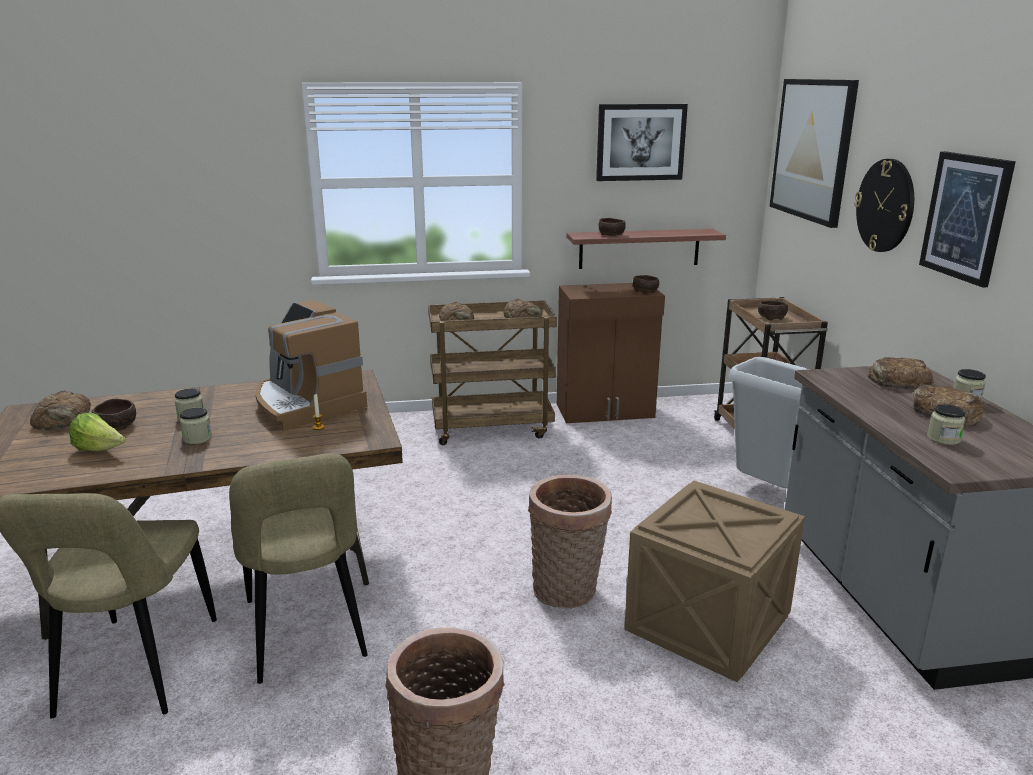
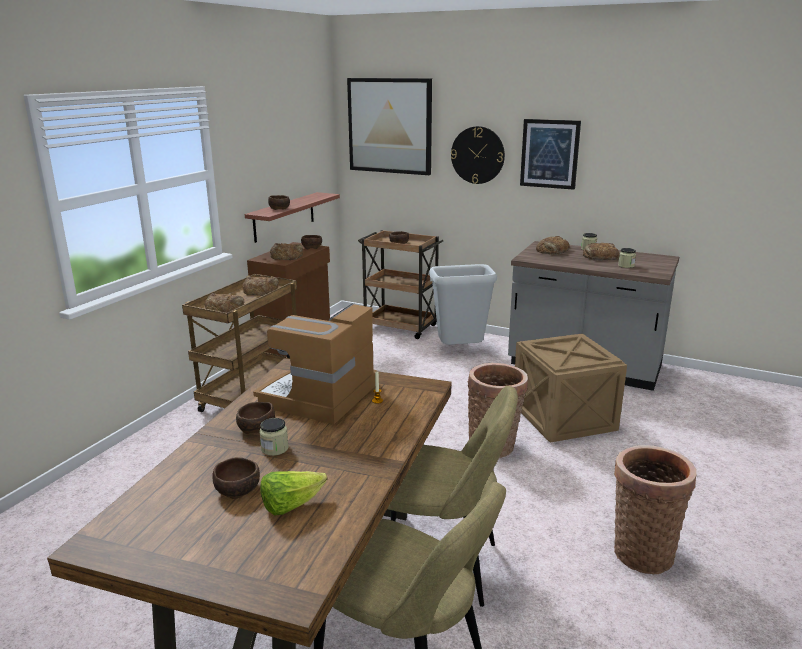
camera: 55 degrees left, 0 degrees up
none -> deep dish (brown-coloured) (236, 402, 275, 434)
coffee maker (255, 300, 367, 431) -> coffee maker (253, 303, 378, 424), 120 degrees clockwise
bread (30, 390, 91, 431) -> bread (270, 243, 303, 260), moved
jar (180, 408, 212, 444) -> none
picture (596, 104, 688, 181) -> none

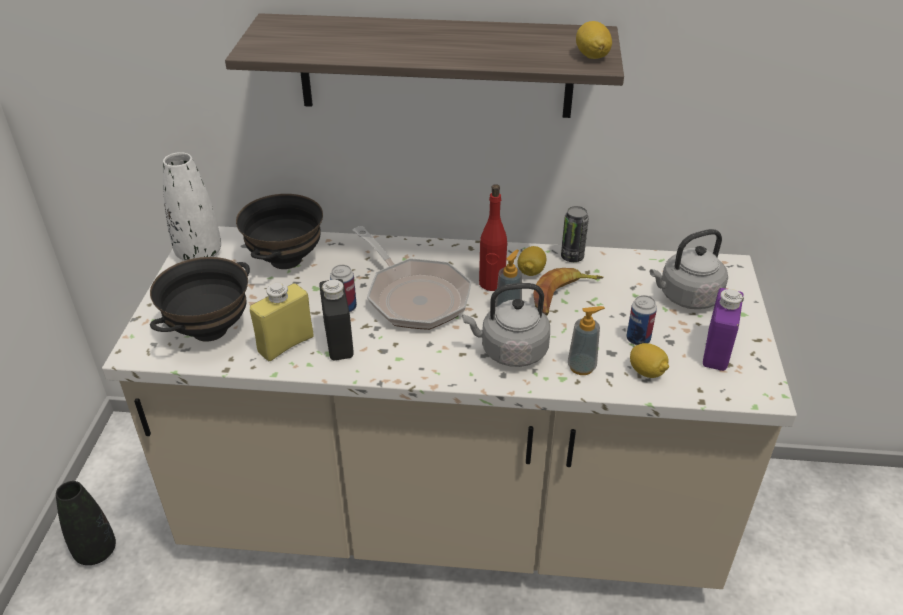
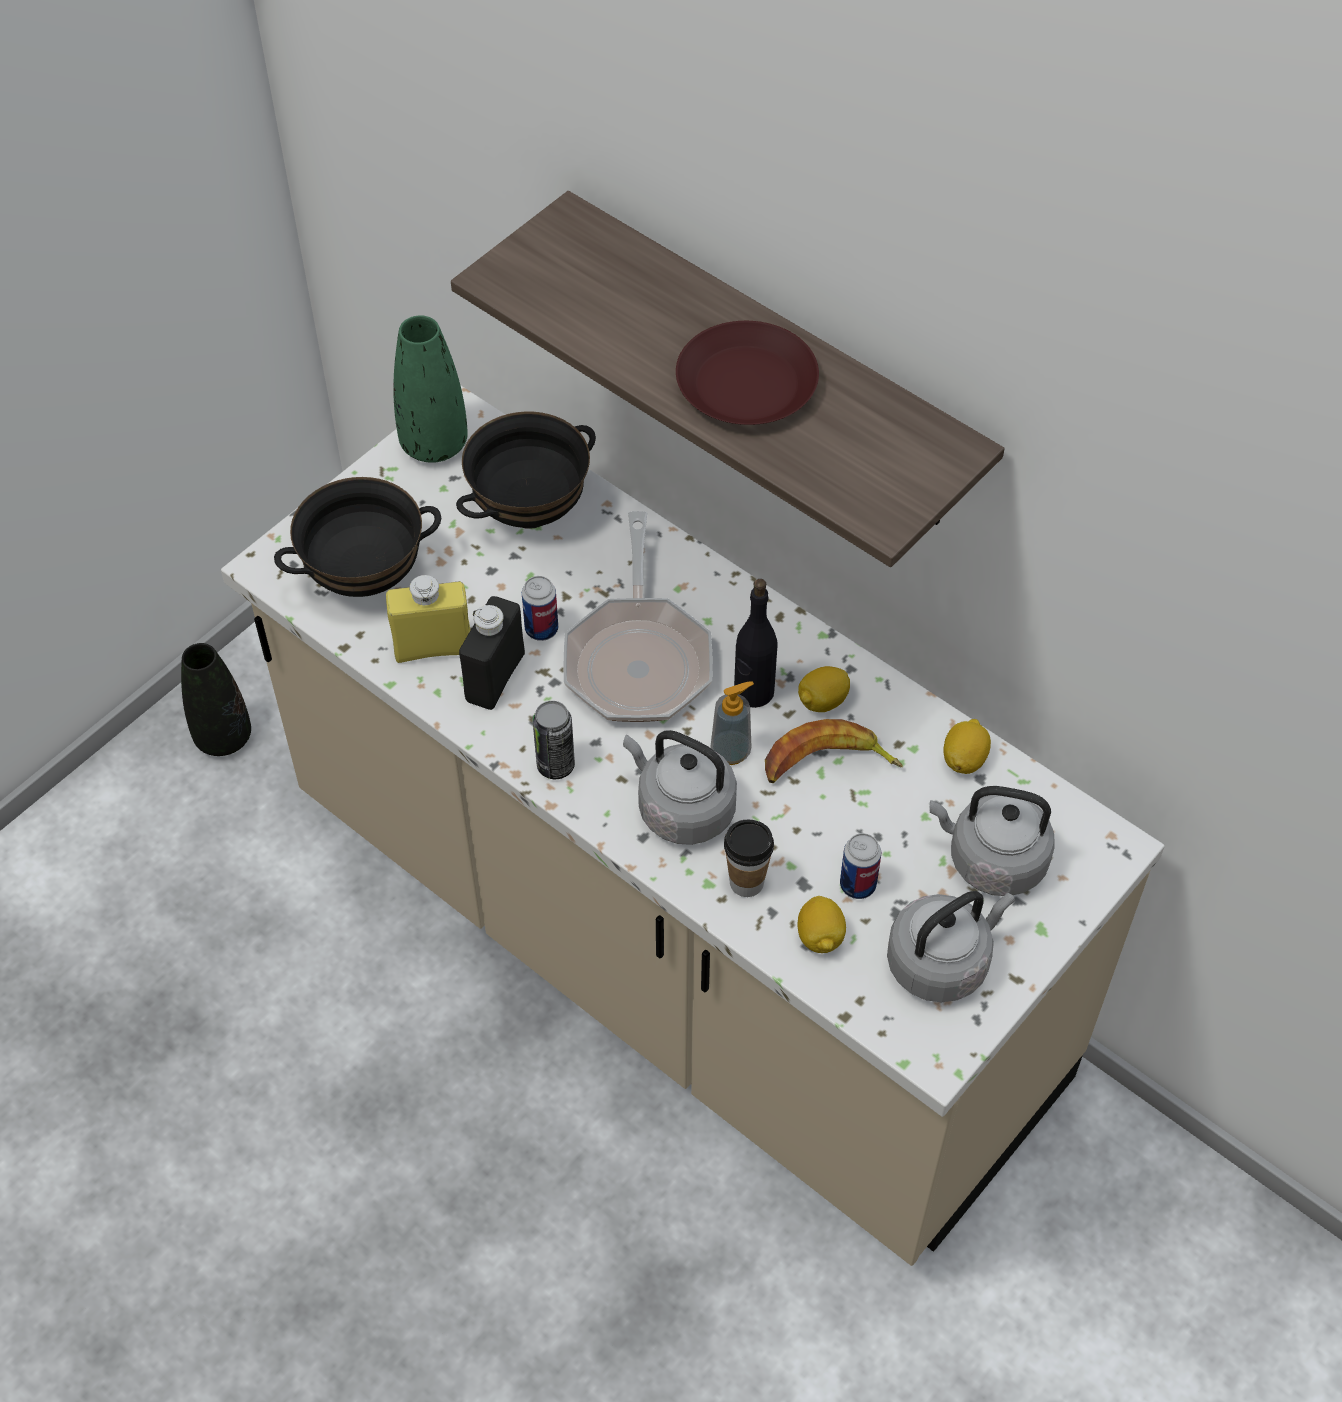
camera: 35 degrees right, 15 degrees up
vase (white) (163, 152, 221, 261) -> vase (green) (393, 315, 468, 463)
metal can (561, 206, 589, 262) -> metal can (533, 701, 575, 779), moved
none -> dinner plate (brown-coloured) (676, 321, 819, 425)
soap bottle (568, 306, 605, 375) -> small cup (724, 820, 774, 897)
beverage bottle (reddish) (479, 184, 507, 291) -> beverage bottle (black-coloured) (734, 579, 778, 708)
beverage bottle (purple) (703, 288, 744, 371) -> water kettle (greyish) (887, 891, 1015, 1002)
lemon (576, 21, 612, 59) -> lemon (943, 719, 991, 774), moved

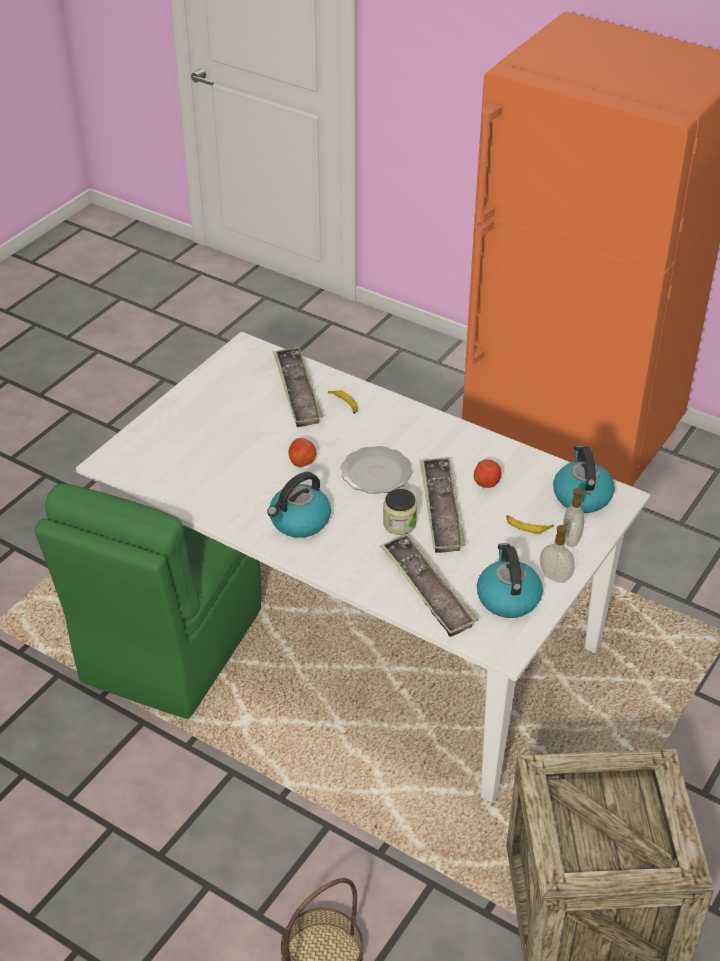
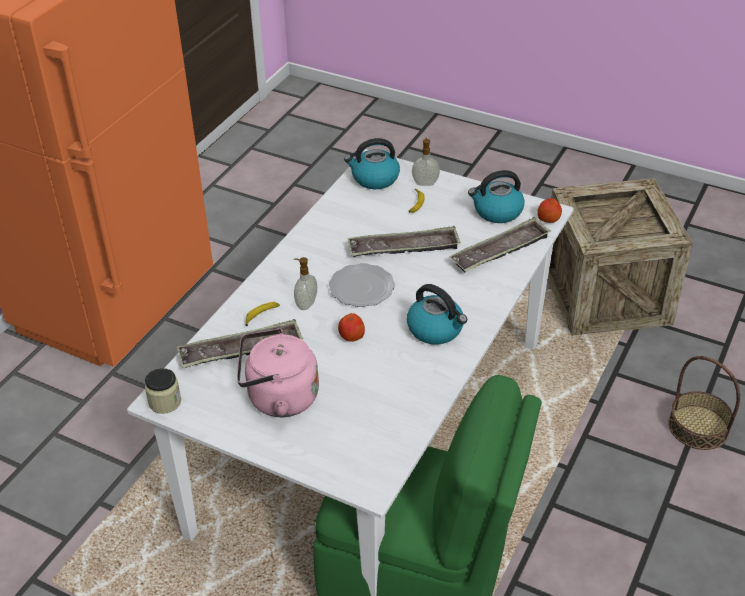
camera: 95 degrees left, 0 degrees up
jar (383, 489, 417, 535) -> jar (145, 368, 181, 414), moved
none -> water kettle (pinkish) (237, 328, 319, 417)
soap bottle (540, 523, 575, 583) -> soap bottle (294, 257, 317, 310), moved
apple (474, 459, 502, 488) -> apple (537, 198, 562, 223), moved

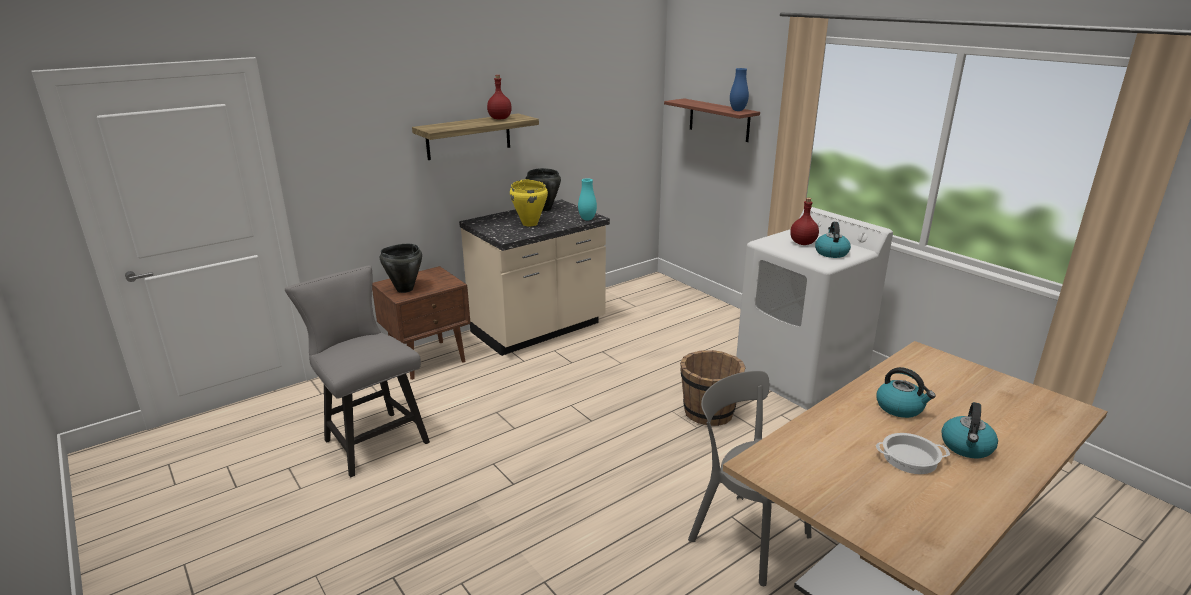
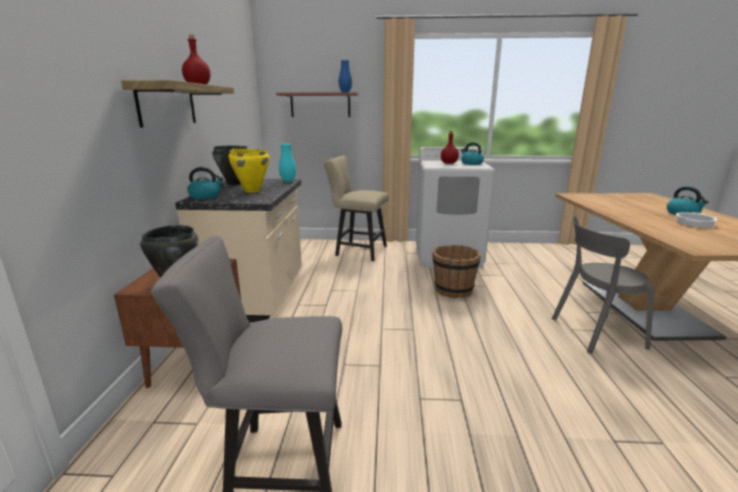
camera: 50 degrees left, 5 degrees down
water kettle (877, 367, 935, 418) -> water kettle (187, 167, 224, 199), moved
none -> upright chair (beige) (324, 155, 389, 261)

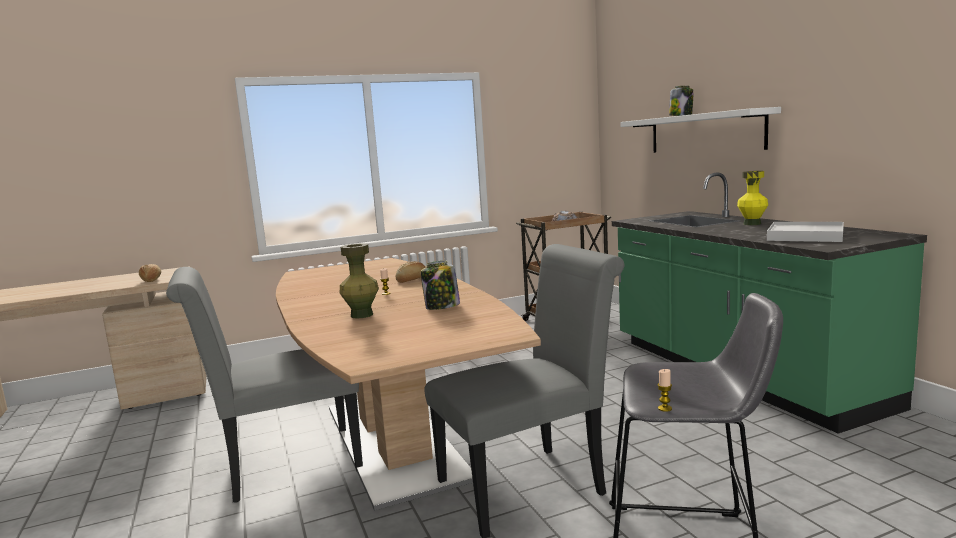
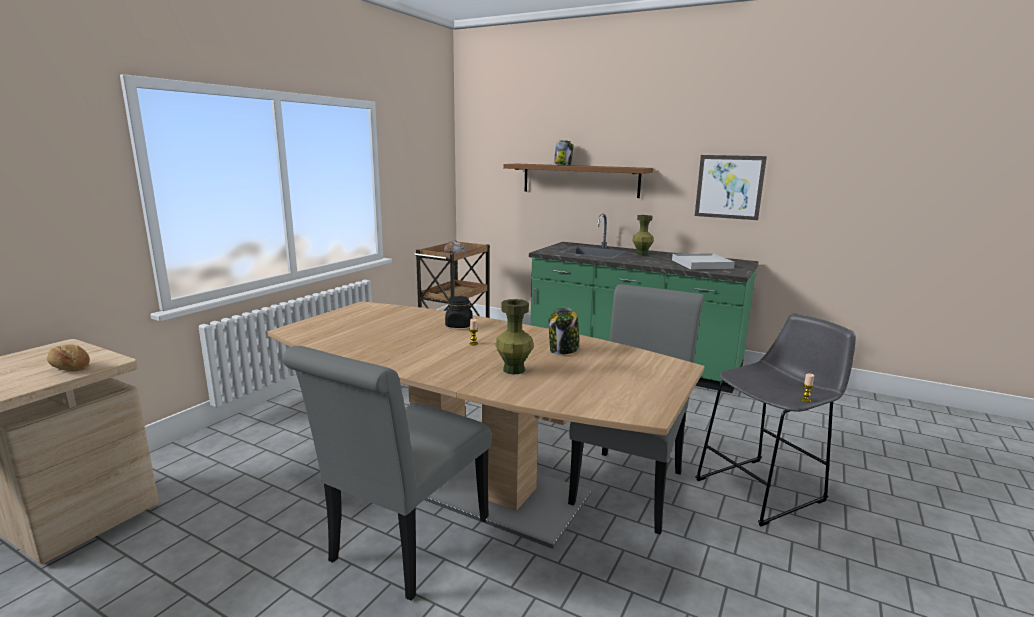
camera: 40 degrees left, 5 degrees up
bread (396, 261, 426, 283) -> jar (black-coloured) (445, 296, 473, 328)
wall shelf (white) (620, 107, 781, 153) -> wall shelf (brown-coloured) (503, 164, 653, 198)
vase (yellowish) (737, 171, 768, 225) -> vase (green) (632, 215, 654, 255)
none -> picture (695, 155, 767, 220)

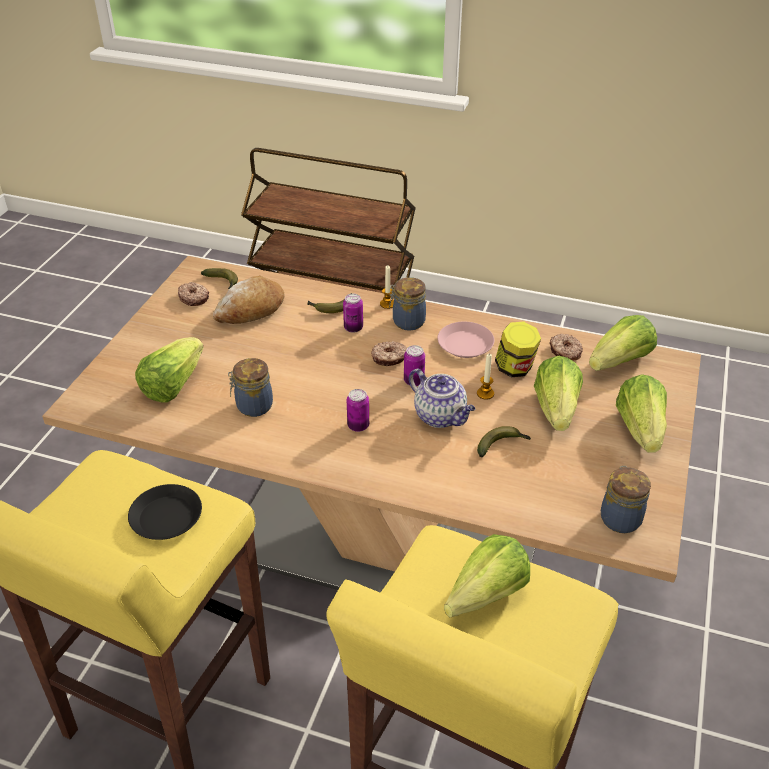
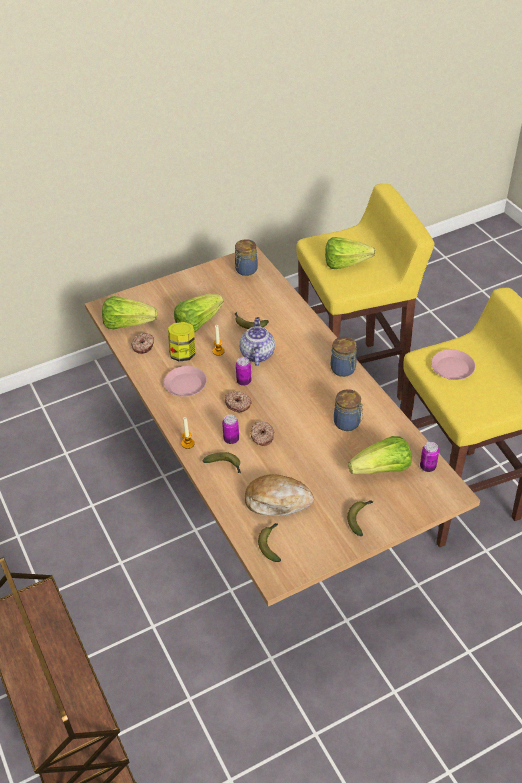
camera: 135 degrees left, 5 degrees up
donut (178, 282, 209, 306) -> donut (251, 422, 274, 446), moved
jar (389, 277, 426, 331) -> jar (331, 337, 357, 377), moved
none -> whole banana (347, 500, 373, 536)
metal can (347, 389, 369, 432) -> metal can (420, 442, 439, 472), moved
dinner plate (black-coloured) (128, 484, 202, 540) -> dinner plate (pinkish) (431, 349, 475, 380)
head of lettuce (616, 374, 667, 453) -> none

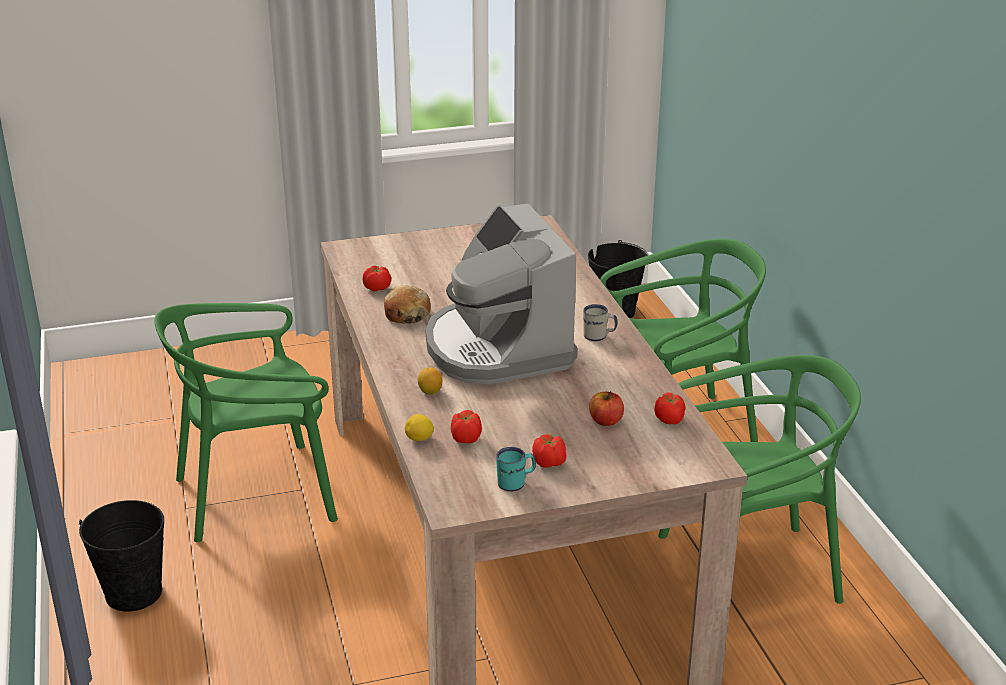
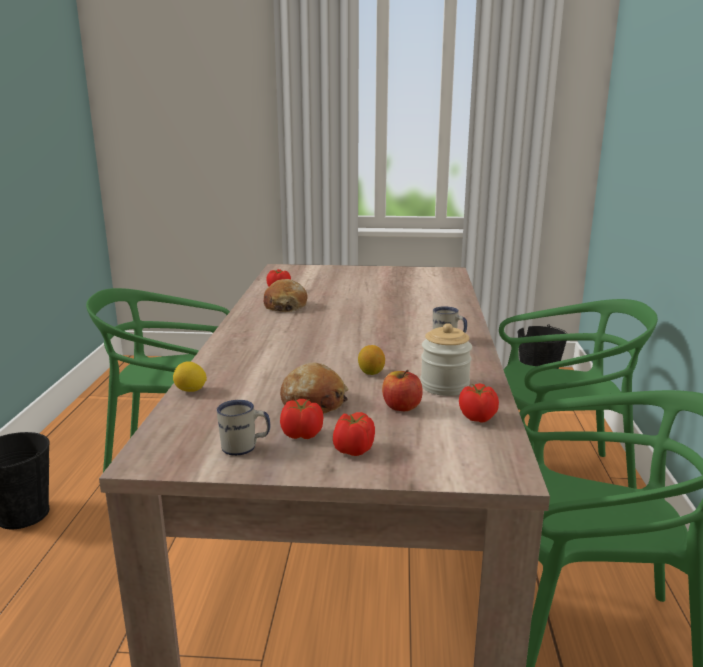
camera: 20 degrees right, 10 degrees down
coffee mug (blue-green) (496, 447, 536, 492) -> coffee mug (white) (217, 400, 270, 456)
none -> bread (280, 362, 348, 414)
tomato (451, 410, 482, 444) -> tomato (333, 412, 375, 456), moved
lemon (418, 367, 442, 395) -> lemon (358, 345, 385, 375), moved
none -> jar (420, 323, 472, 396)
coffee maker (426, 204, 578, 384) -> none

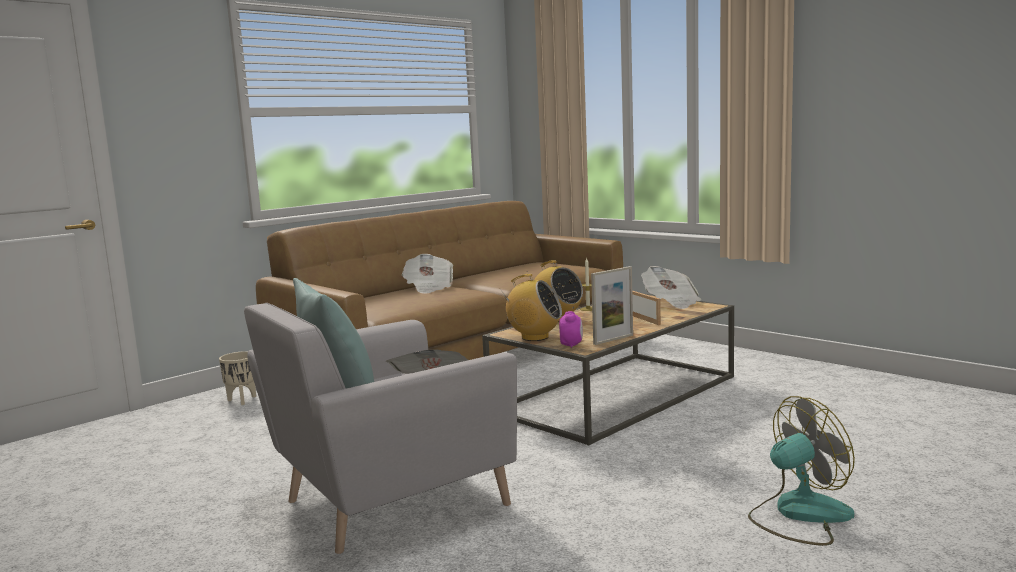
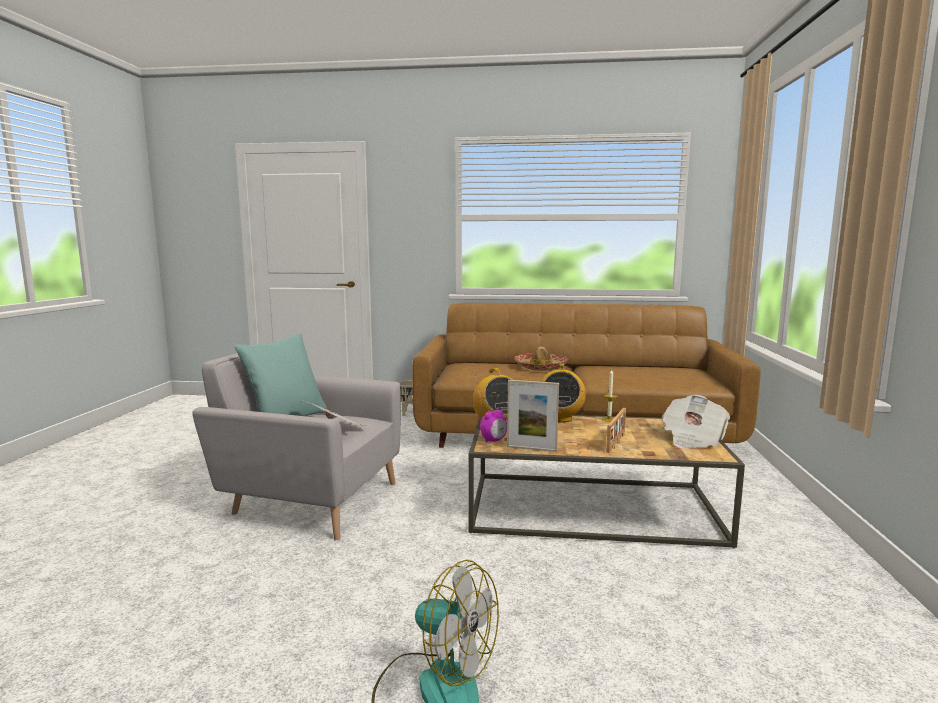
camera: 50 degrees right, 0 degrees up
printed paper (402, 254, 453, 294) -> wearable hat (514, 347, 569, 371)

